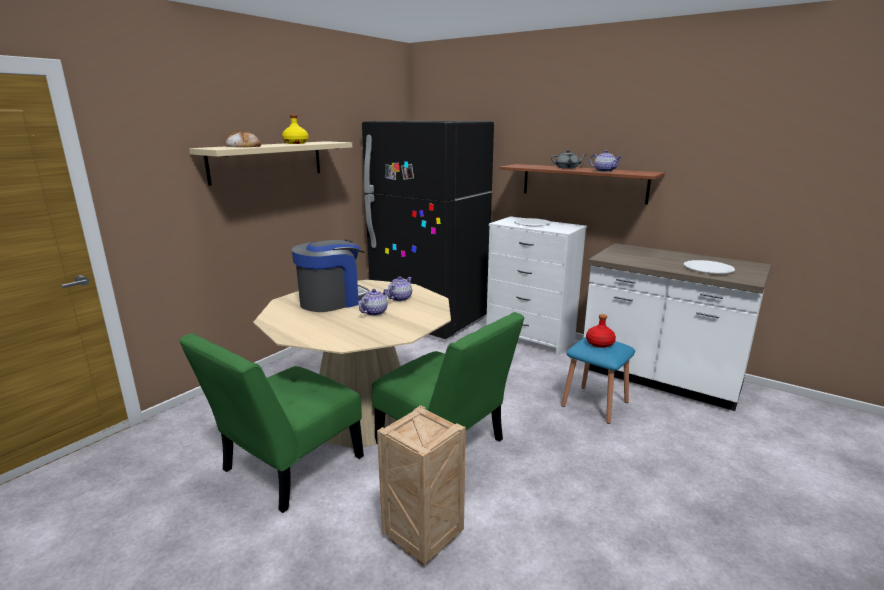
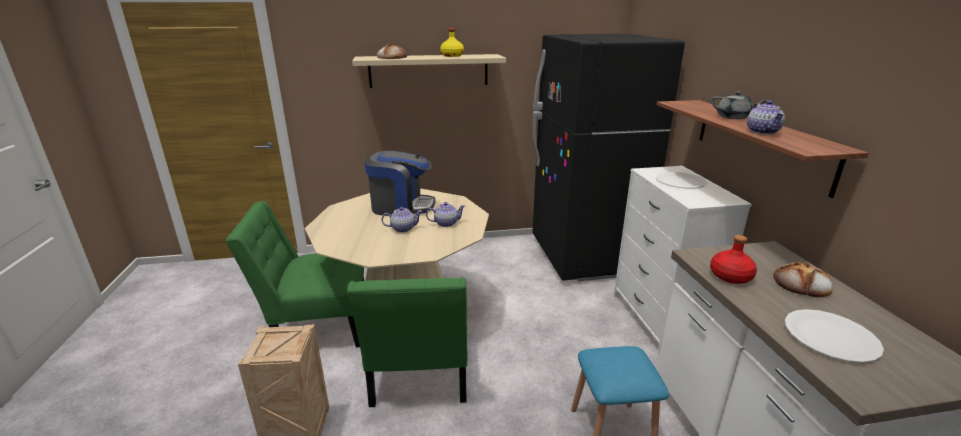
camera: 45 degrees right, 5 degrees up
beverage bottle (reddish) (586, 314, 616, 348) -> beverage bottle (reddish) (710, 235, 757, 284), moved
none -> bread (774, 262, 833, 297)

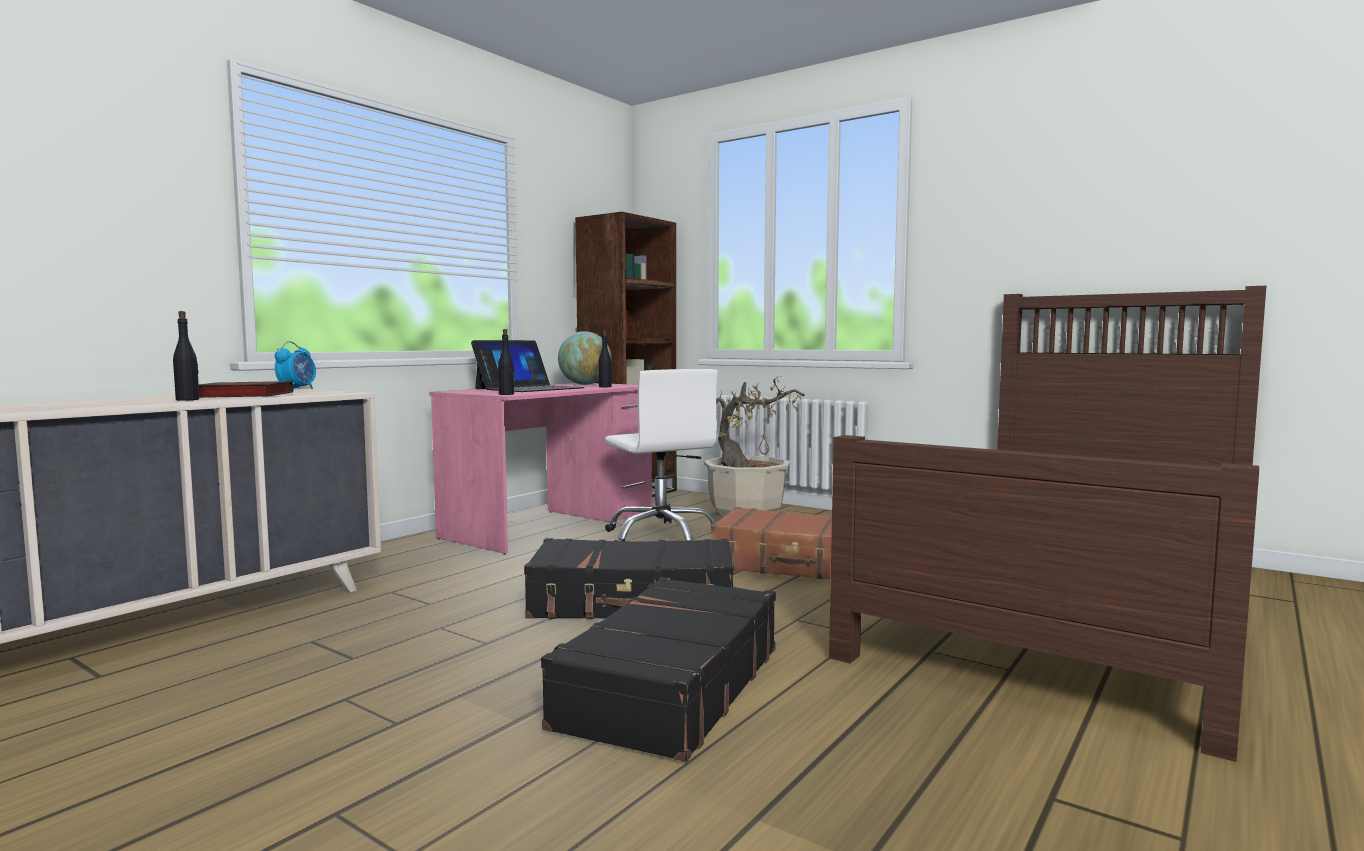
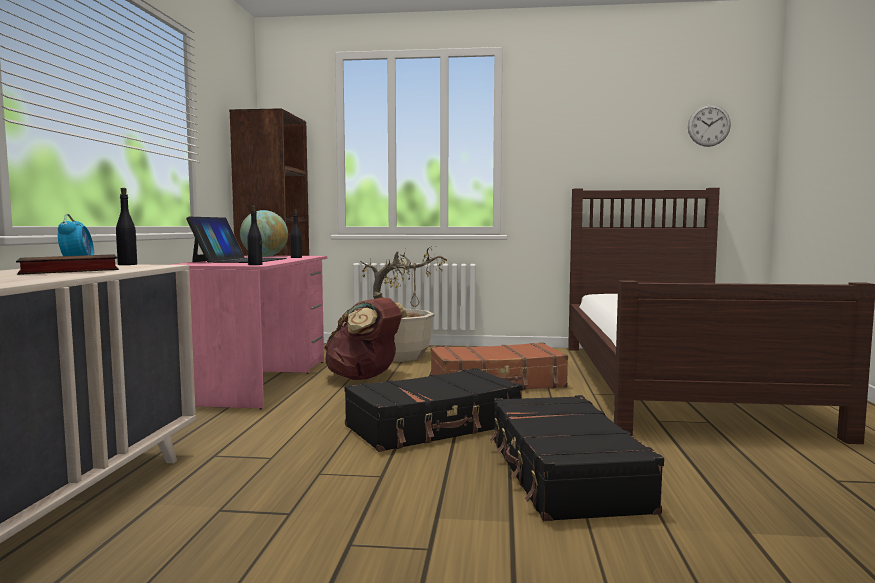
camera: 30 degrees left, 0 degrees up
beverage bottle (black-coloured) (173, 311, 200, 401) -> beverage bottle (black-coloured) (116, 188, 137, 265), moved
desk chair (white) (605, 369, 718, 541) -> backpack (brown-coloured) (324, 297, 408, 380)
none -> wall clock (688, 104, 731, 147)

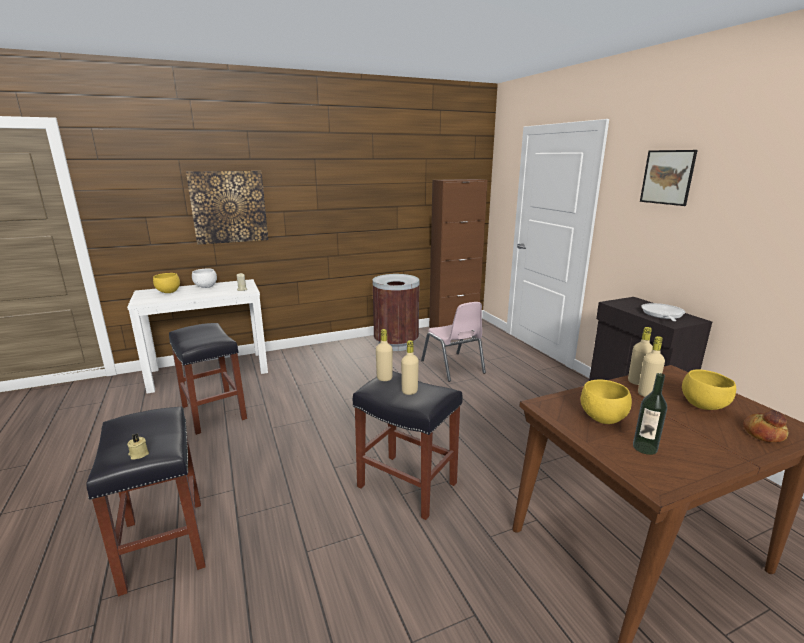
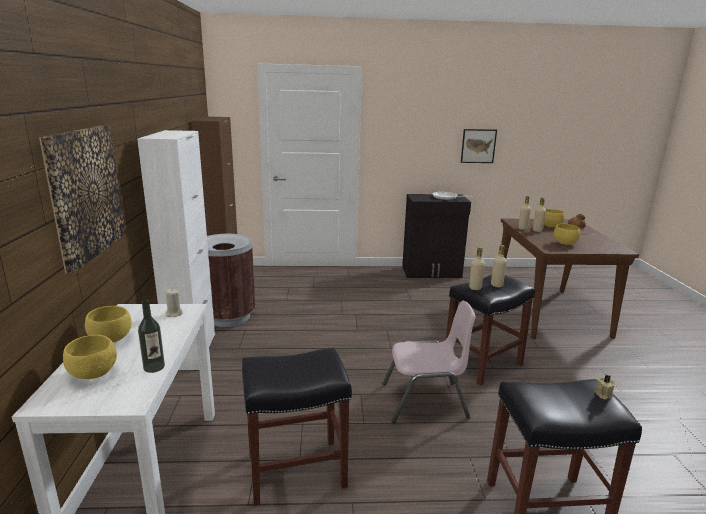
camera: 70 degrees left, 0 degrees up
deep dish (white) (192, 268, 217, 288) -> deep dish (yellowish) (85, 306, 131, 343)
none -> storage cabinet (white) (137, 130, 215, 370)
beverage bottle (633, 373, 667, 455) -> beverage bottle (138, 300, 165, 373), moved
upright chair (pinkish) (421, 302, 486, 382) -> upright chair (pinkish) (383, 301, 476, 423), moved
picture (640, 150, 698, 206) -> picture (461, 129, 497, 163), moved

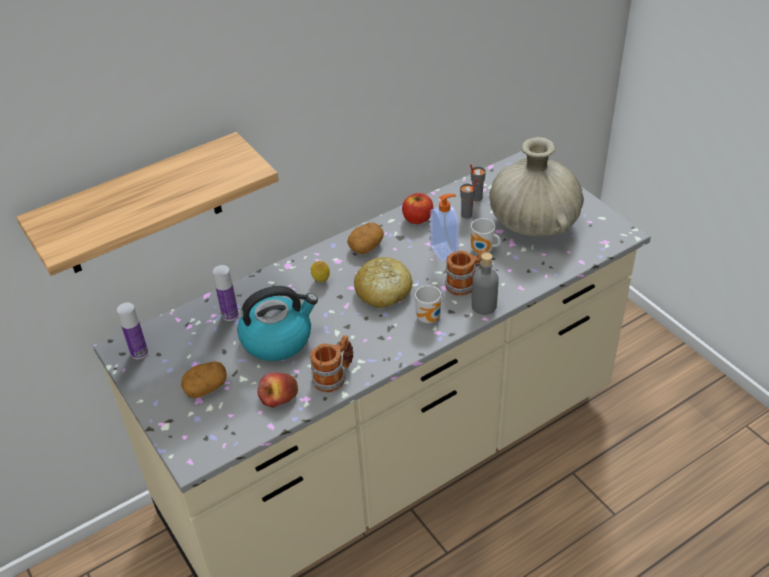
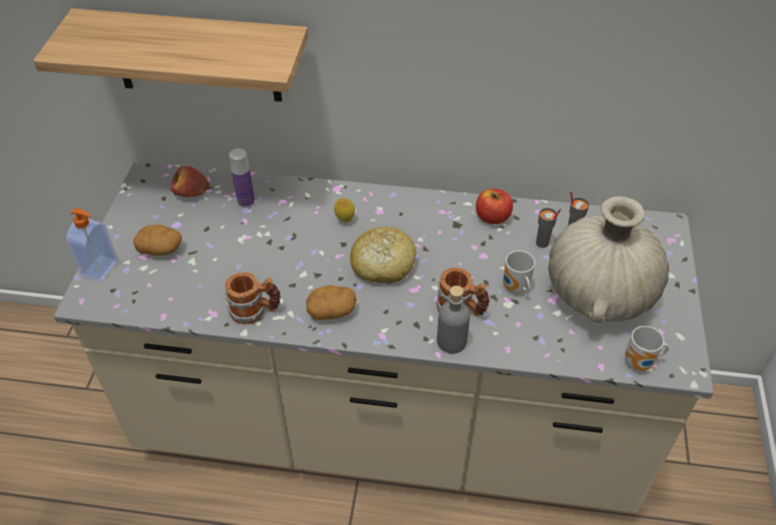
camera: 40 degrees right, 5 degrees up
soap bottle (430, 194, 459, 261) -> soap bottle (66, 208, 118, 282), moved
apple (258, 372, 298, 408) -> apple (170, 166, 210, 197), moved
spud (348, 223, 384, 254) -> spud (306, 285, 357, 320), moved
coffee mug (415, 285, 443, 324) -> coffee mug (625, 326, 669, 371), moved
beverage bottle (117, 302, 148, 359) -> none
water kettle (237, 286, 318, 361) -> none

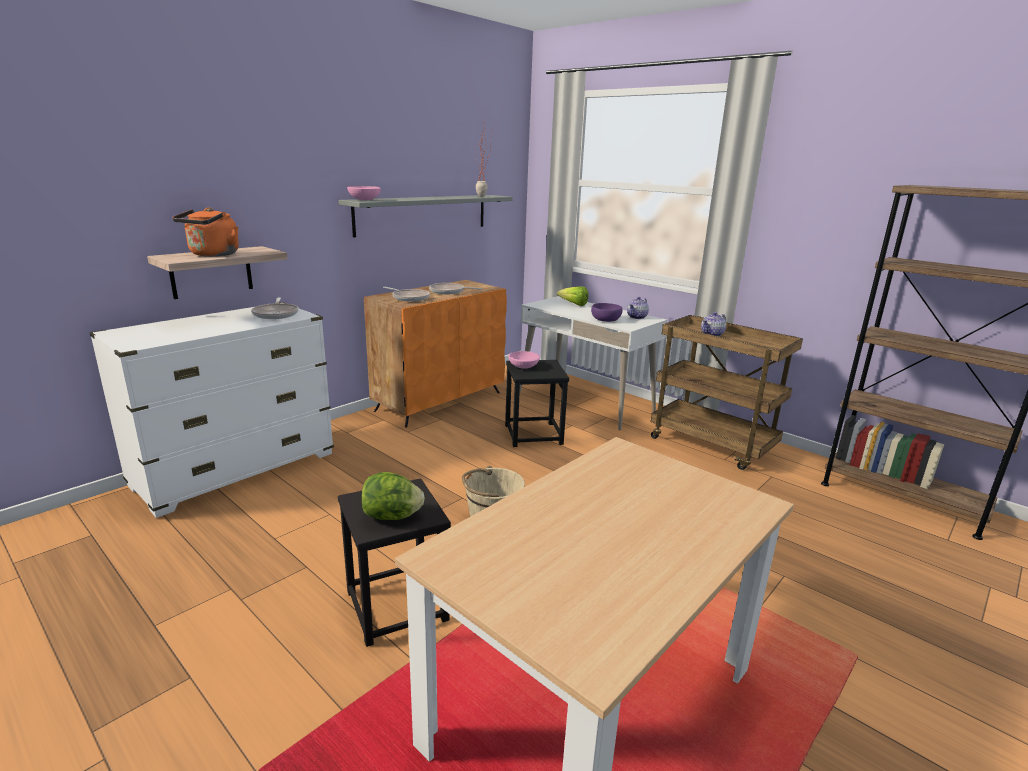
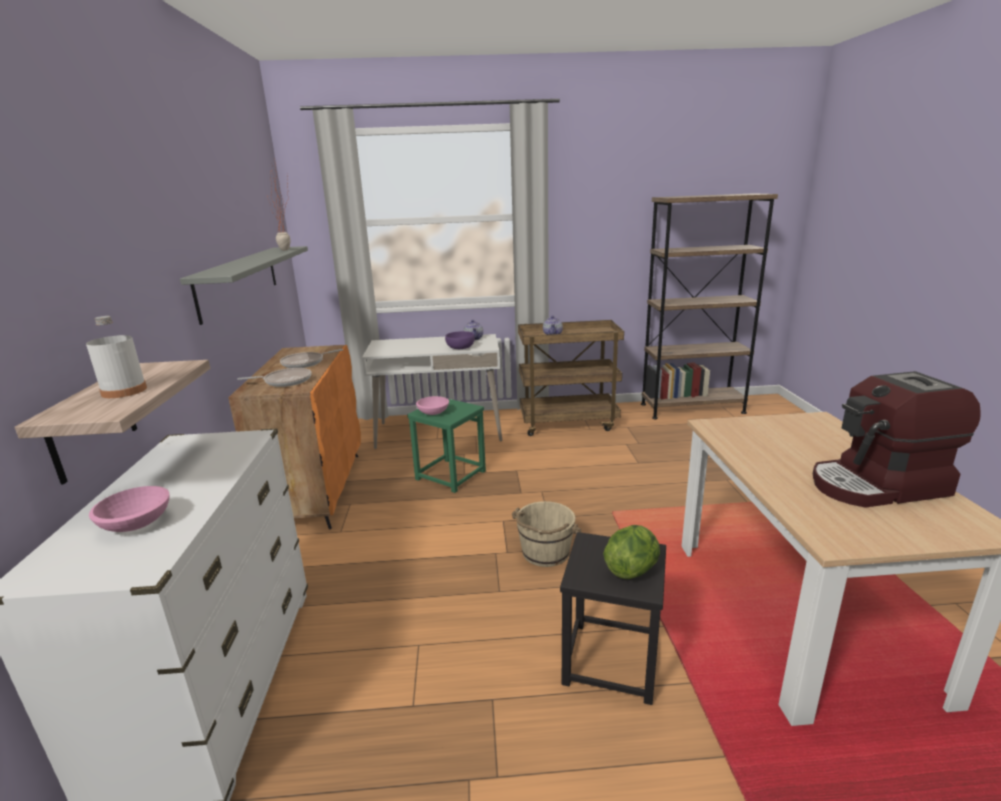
camera: 45 degrees left, 0 degrees up
water kettle (orange-coloured) (172, 208, 239, 256) -> beverage bottle (white) (86, 316, 147, 398)
deep dish (pinkish) (347, 186, 381, 200) -> deep dish (pinkish) (89, 486, 170, 532), moved
sitting stool (black-coloured) (505, 360, 569, 447) -> sitting stool (green) (407, 399, 486, 493)
none -> coffee maker (813, 371, 981, 508)
skillet (251, 297, 299, 319) -> none
head of lettuce (557, 286, 588, 306) -> none

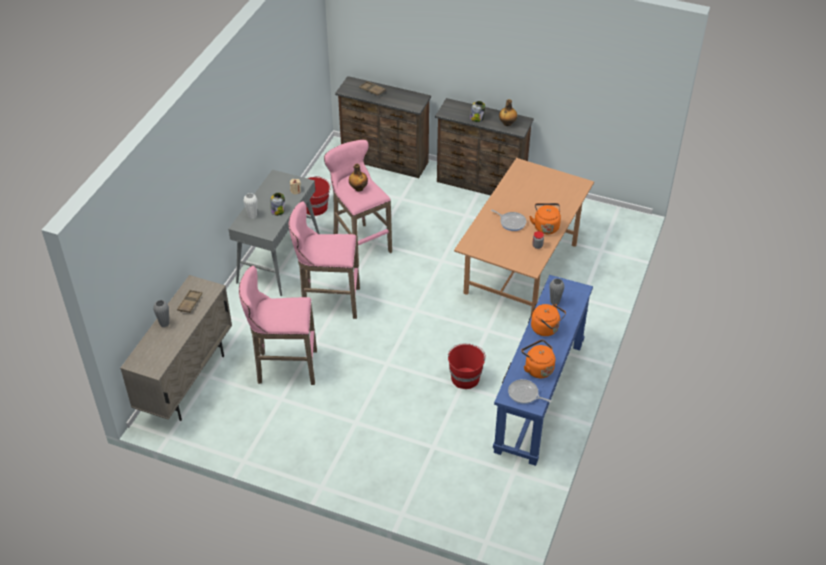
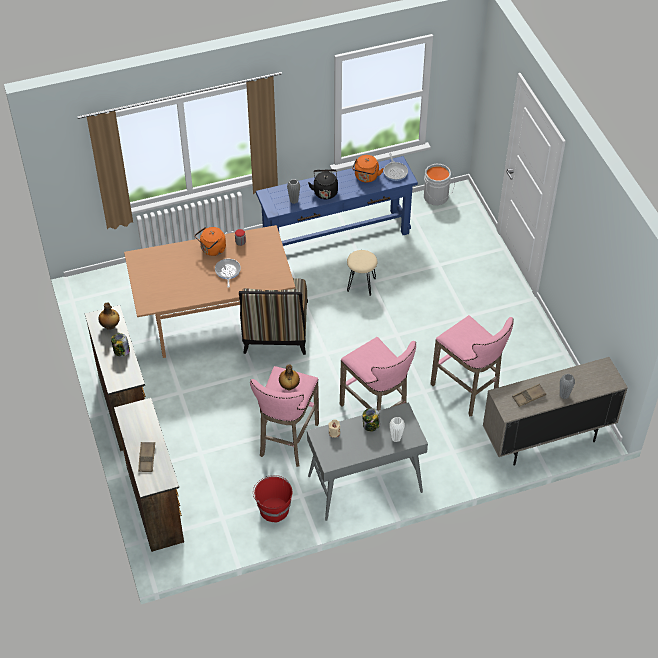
camera: 130 degrees left, 5 degrees up
none -> upright chair (239, 278, 308, 355)
water kettle (orange-coloured) (531, 304, 566, 336) -> water kettle (black-coloured) (308, 169, 338, 199)
bucket (reddish) (448, 343, 486, 389) -> sitting stool (beige) (347, 250, 378, 296)
none -> bucket (greyish) (424, 164, 455, 205)

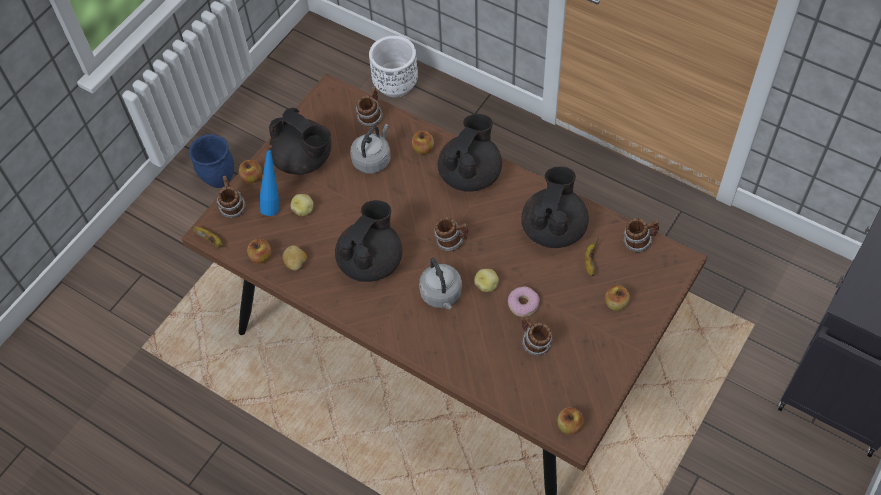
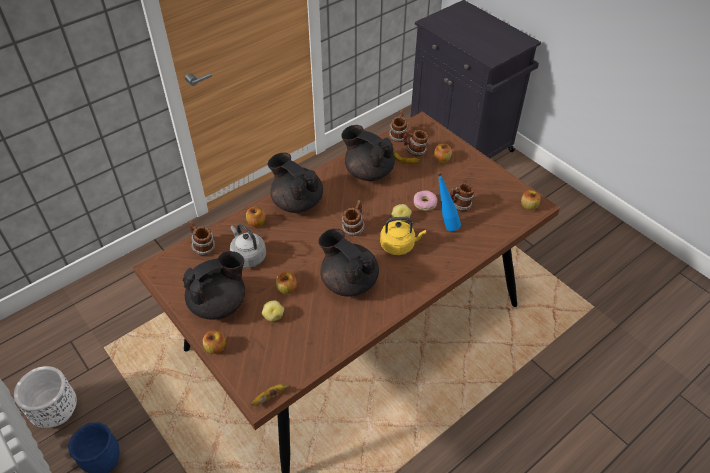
camera: 75 degrees left, 10 degrees down
flower pot (white) (369, 36, 418, 97) -> flower pot (white) (14, 366, 77, 428), moved
apple (247, 239, 271, 264) -> apple (276, 272, 297, 294), moved
water kettle (greyish) (419, 258, 462, 309) -> water kettle (yellowish) (380, 217, 426, 255)
coffee mug (217, 176, 246, 218) -> coffee mug (403, 130, 429, 156), moved
beverage bottle (blue-coloured) (260, 145, 279, 216) -> beverage bottle (blue-coloured) (437, 171, 461, 231), moved
spud (283, 245, 307, 271) -> none

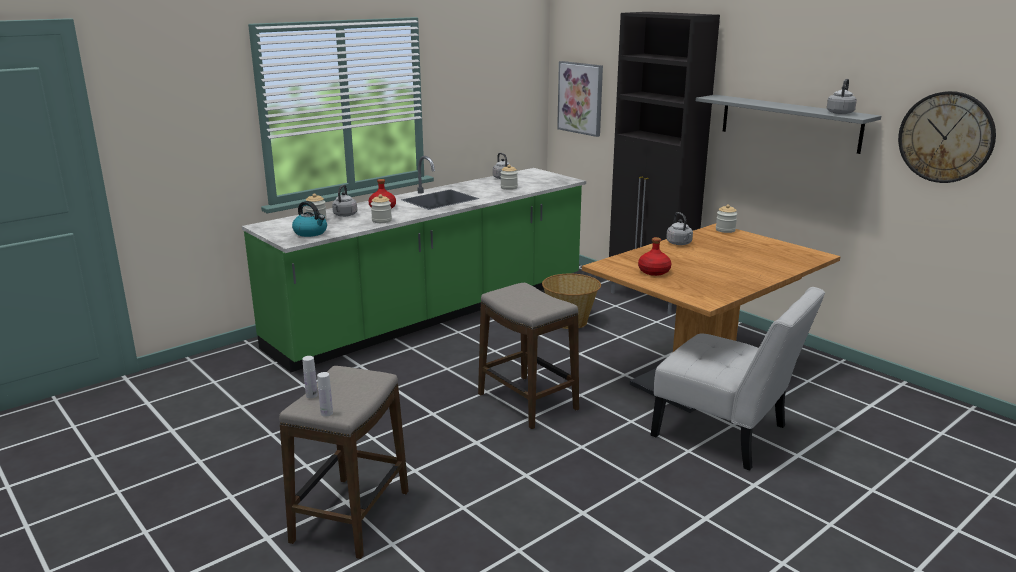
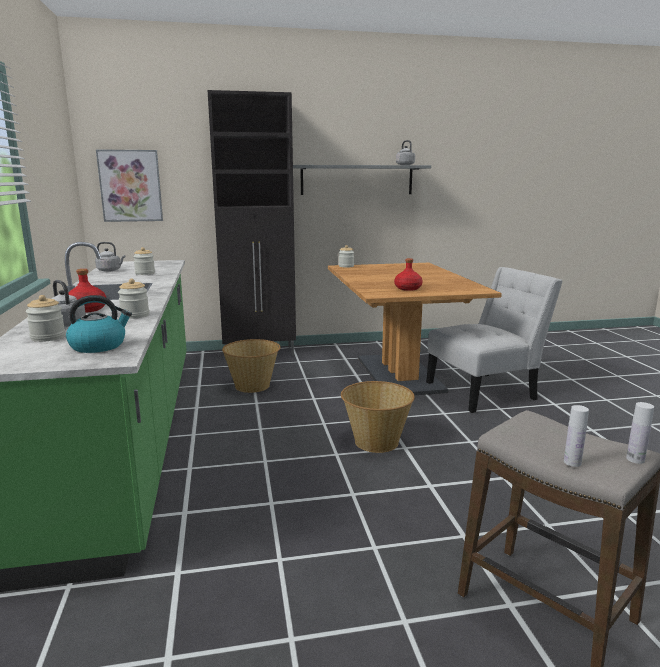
camera: 60 degrees left, 5 degrees down
sitting stool (478, 283, 579, 429) -> basket (341, 381, 415, 453)
water kettle (greyish) (666, 212, 693, 245) -> none
wall clock (898, 91, 996, 183) -> none

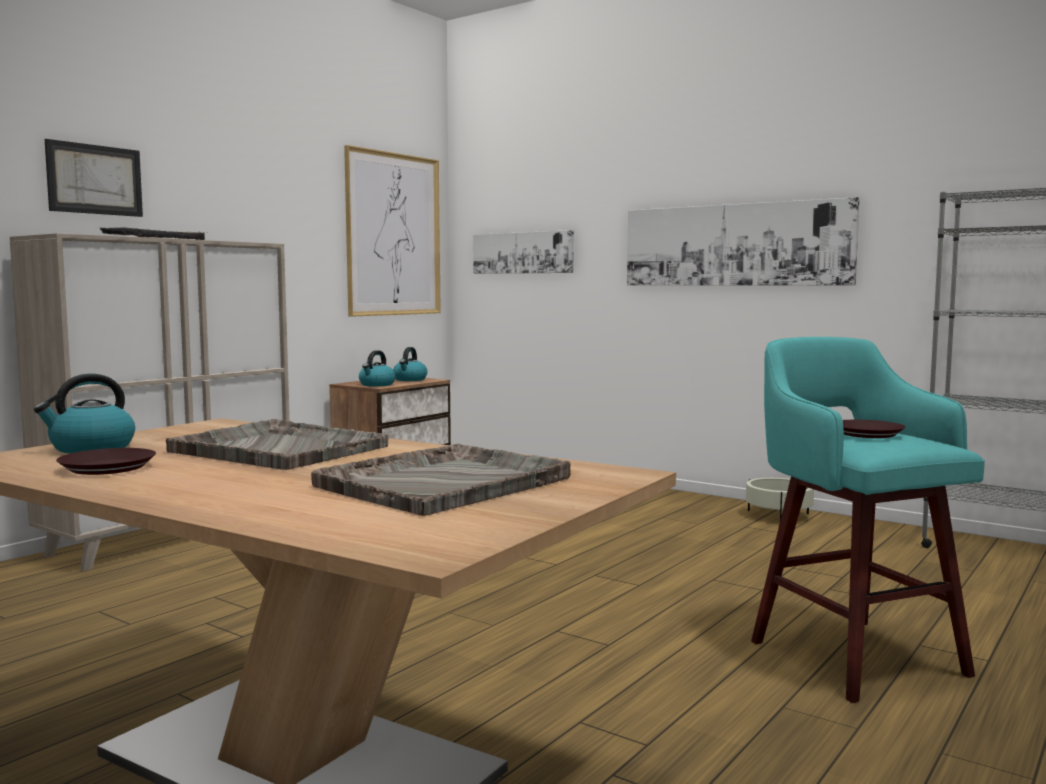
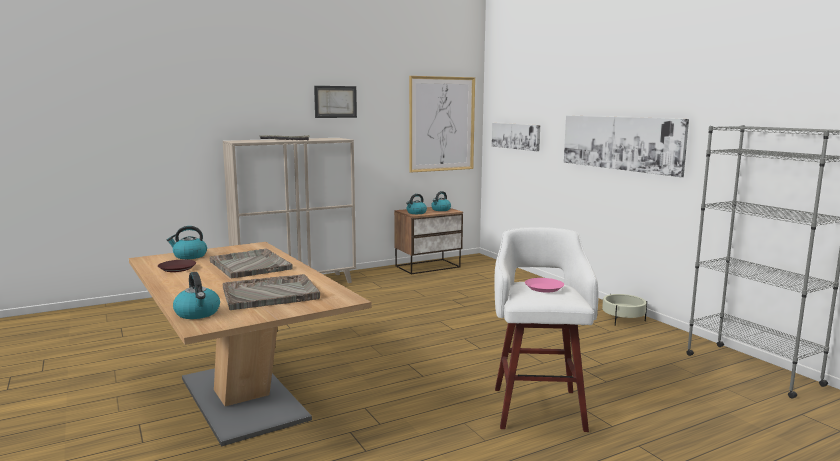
camera: 25 degrees right, 5 degrees up
none -> water kettle (173, 272, 220, 319)
picture (45, 139, 143, 217) -> picture (314, 86, 357, 118), moved
sitting stool (blue-green) (751, 337, 985, 703) -> sitting stool (white) (495, 227, 598, 432)
dinner plate (brown-coloured) (843, 420, 905, 438) -> dinner plate (pinkish) (525, 278, 564, 292)

